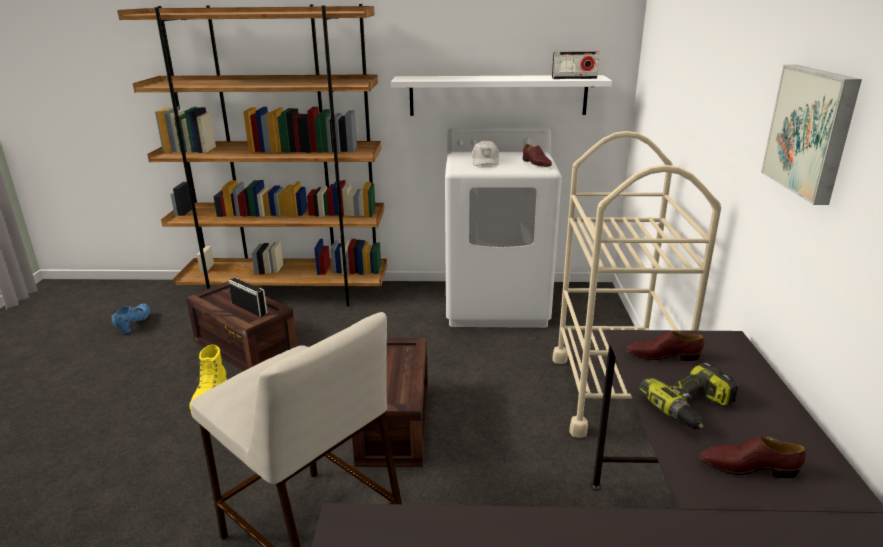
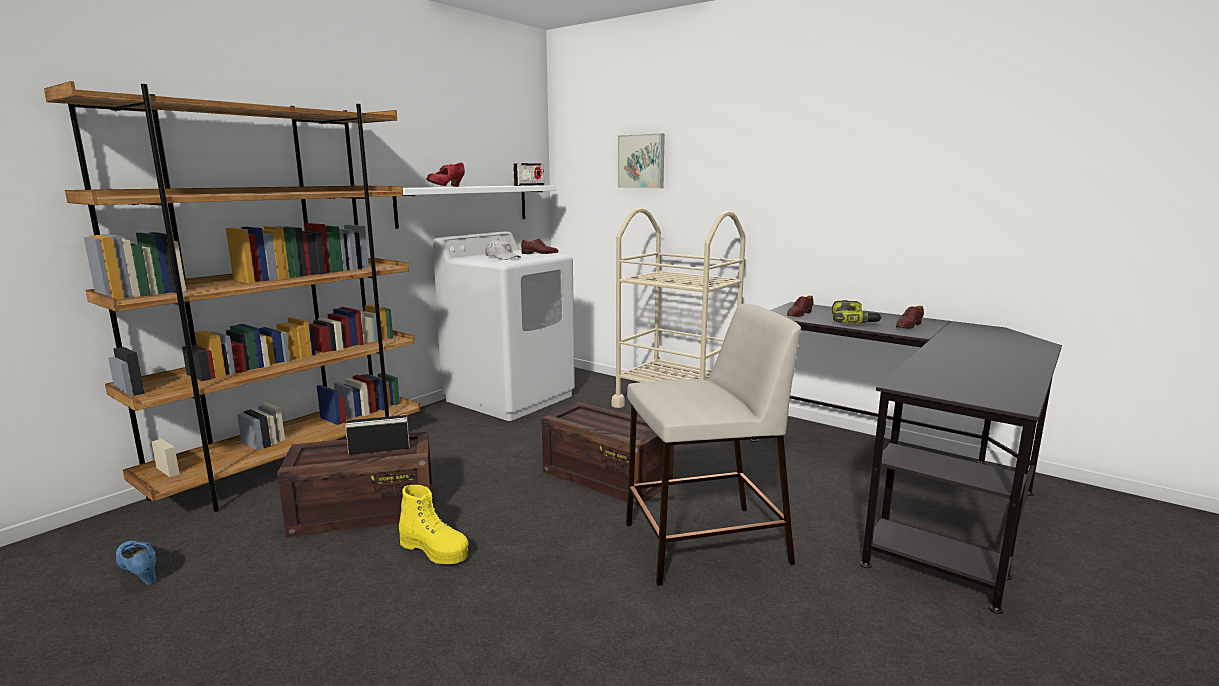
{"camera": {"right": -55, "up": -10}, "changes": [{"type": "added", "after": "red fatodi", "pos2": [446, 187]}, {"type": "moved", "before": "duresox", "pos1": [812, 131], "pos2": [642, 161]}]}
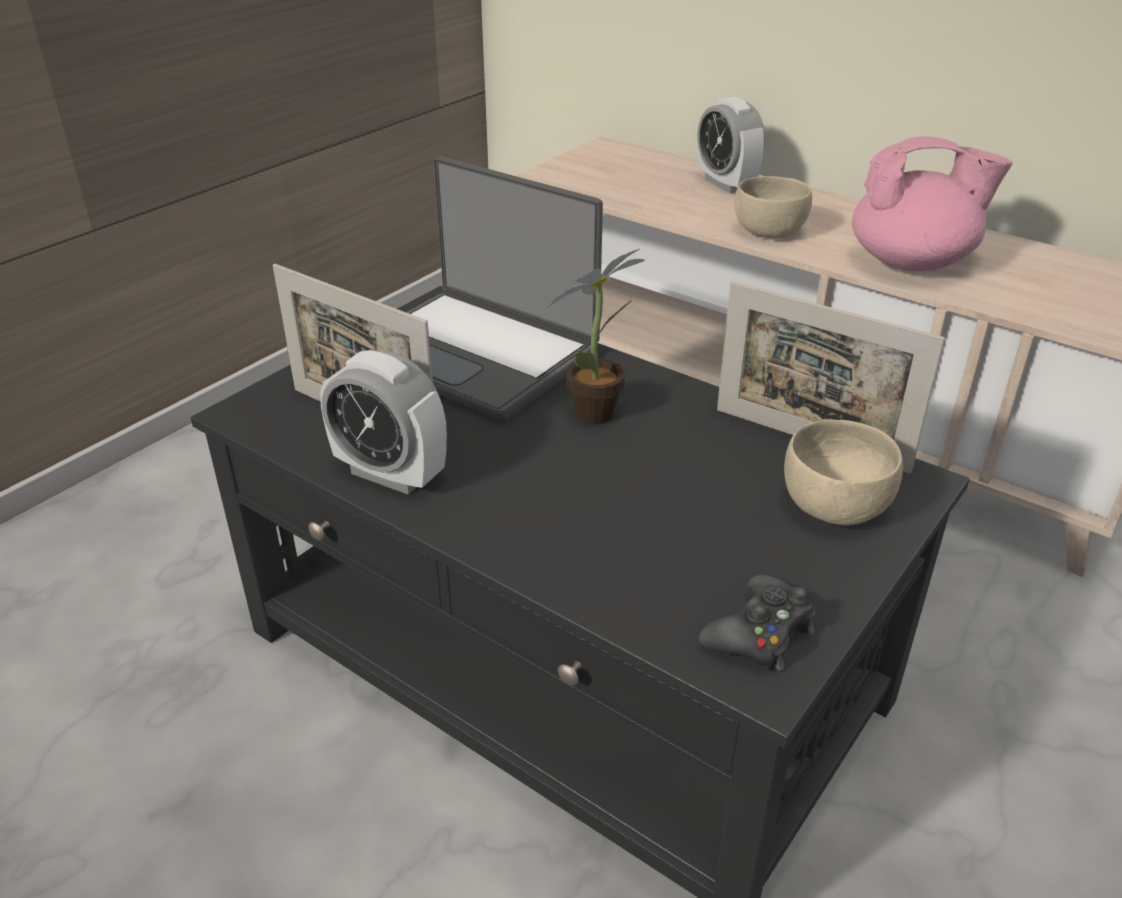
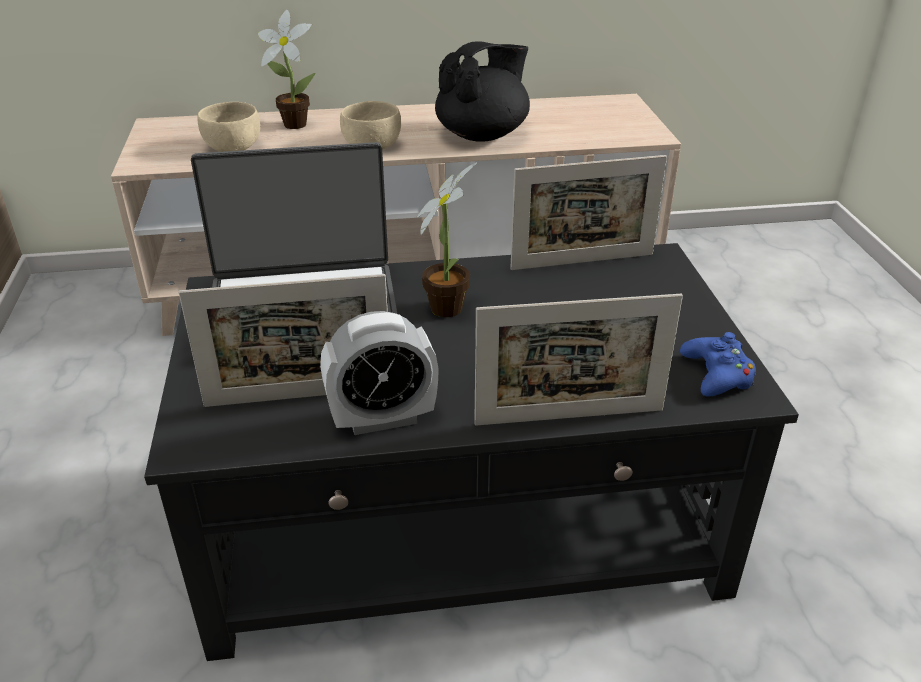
{"camera": {"right": -45, "up": 0}, "changes": [{"type": "added", "after": "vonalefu", "pos2": [569, 417]}, {"type": "moved", "before": "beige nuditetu", "pos1": [834, 506], "pos2": [233, 147]}, {"type": "replaced", "before": "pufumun", "after": "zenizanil", "pos1": [726, 184], "pos2": [292, 123]}, {"type": "recoloured", "before": "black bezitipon", "after": "blue bezitipon", "pos1": [760, 634], "pos2": [717, 374]}, {"type": "recoloured", "before": "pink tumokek", "after": "black tumokek", "pos1": [912, 263], "pos2": [483, 135]}]}
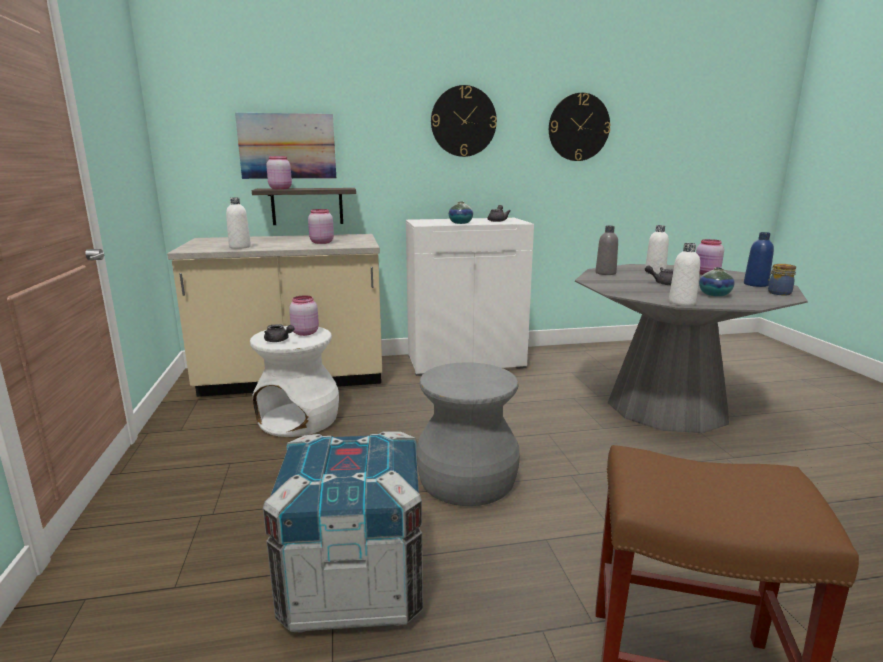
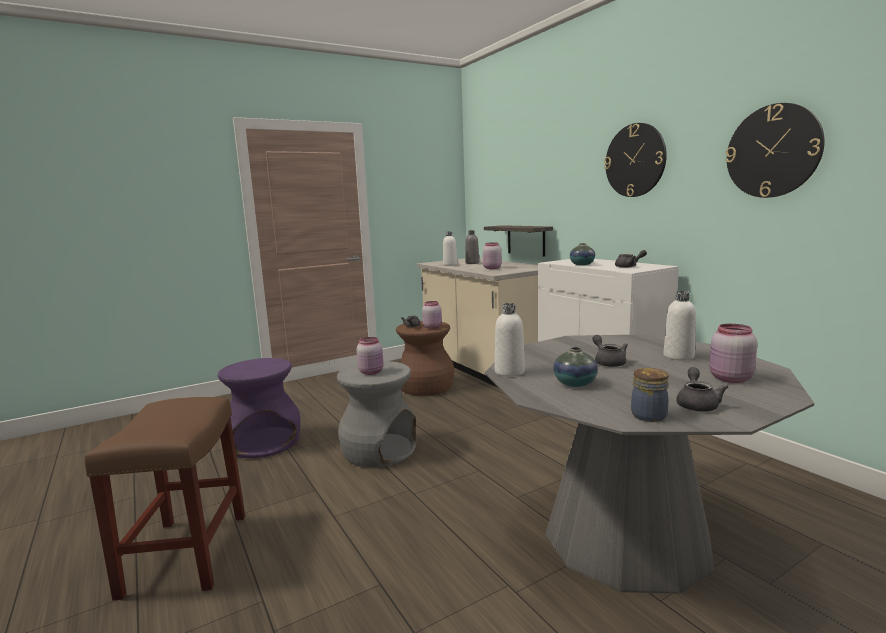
{"camera": {"right": 70, "up": -5}, "changes": [{"type": "removed", "before": "duresox", "pos1": [287, 146]}, {"type": "moved", "before": "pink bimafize", "pos1": [280, 188], "pos2": [372, 372]}, {"type": "moved", "before": "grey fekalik", "pos1": [605, 273], "pos2": [472, 263]}, {"type": "replaced", "before": "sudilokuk", "after": "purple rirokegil", "pos1": [354, 583], "pos2": [264, 442]}, {"type": "replaced", "before": "blue fekalik", "after": "grey tumokek", "pos1": [755, 284], "pos2": [697, 404]}, {"type": "recoloured", "before": "white rirokegil", "after": "brown rirokegil", "pos1": [299, 419], "pos2": [426, 387]}]}
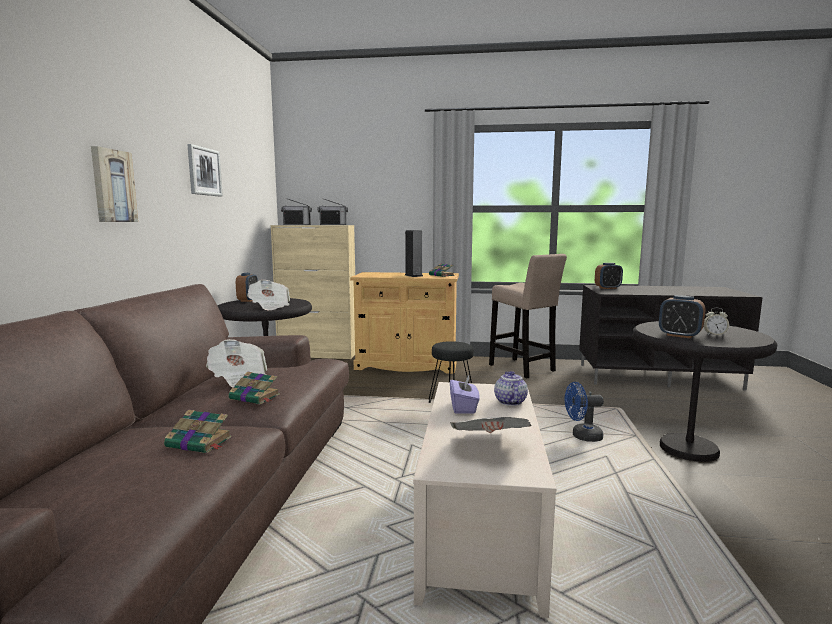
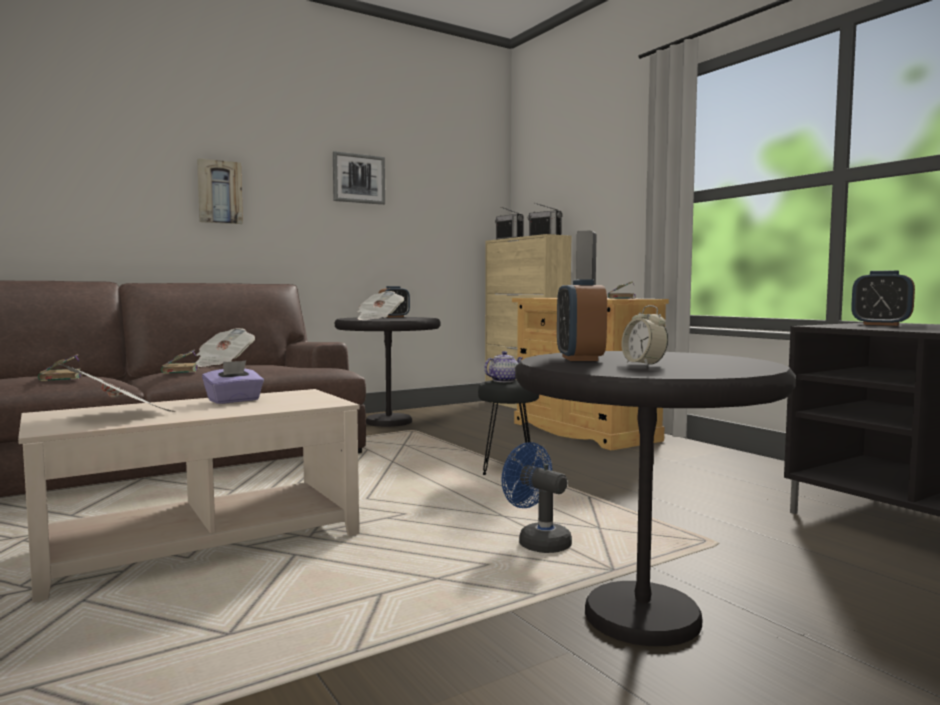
{"camera": {"right": 50, "up": -5}, "changes": [{"type": "removed", "before": "beige rirokegil", "pos1": [523, 369]}, {"type": "moved", "before": "tumokek", "pos1": [509, 401], "pos2": [504, 381]}]}
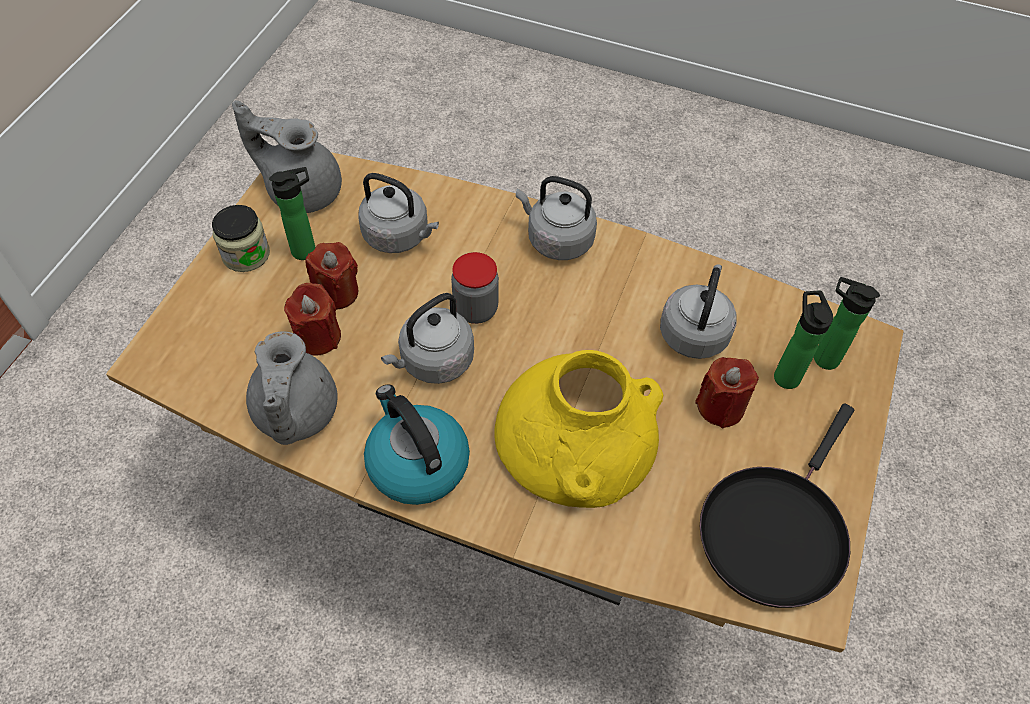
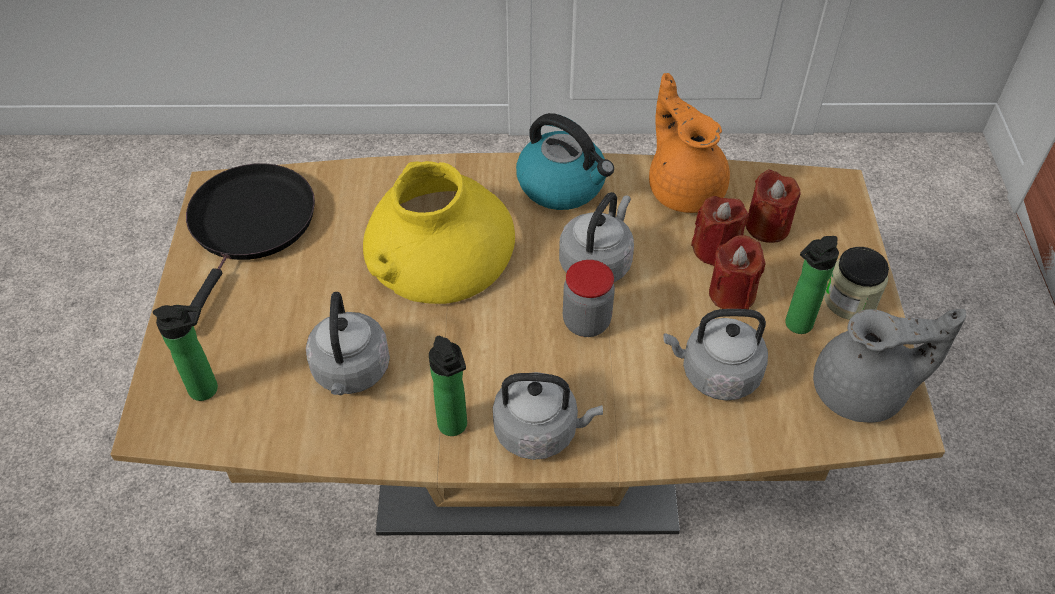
{"camera": {"right": 160, "up": -5}, "changes": [{"type": "moved", "before": "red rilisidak", "pos1": [720, 406], "pos2": [767, 226]}, {"type": "moved", "before": "fekalik", "pos1": [785, 374], "pos2": [454, 428]}, {"type": "recoloured", "before": "grey tumokek", "after": "orange tumokek", "pos1": [295, 414], "pos2": [684, 187]}]}
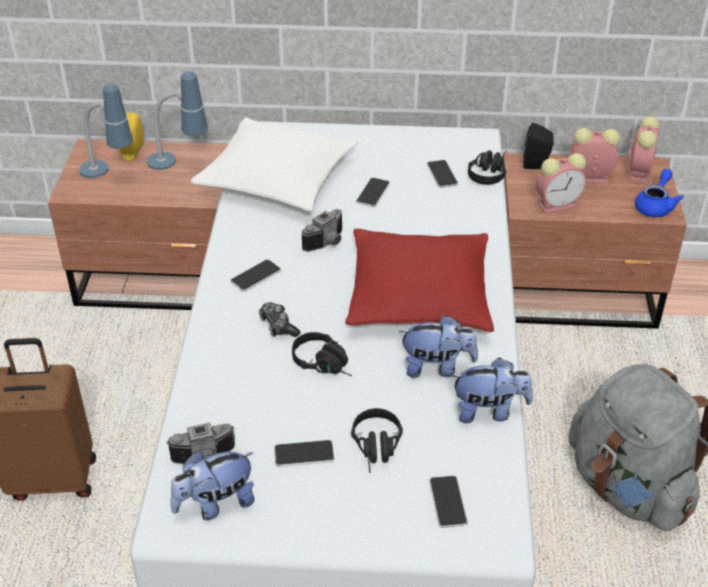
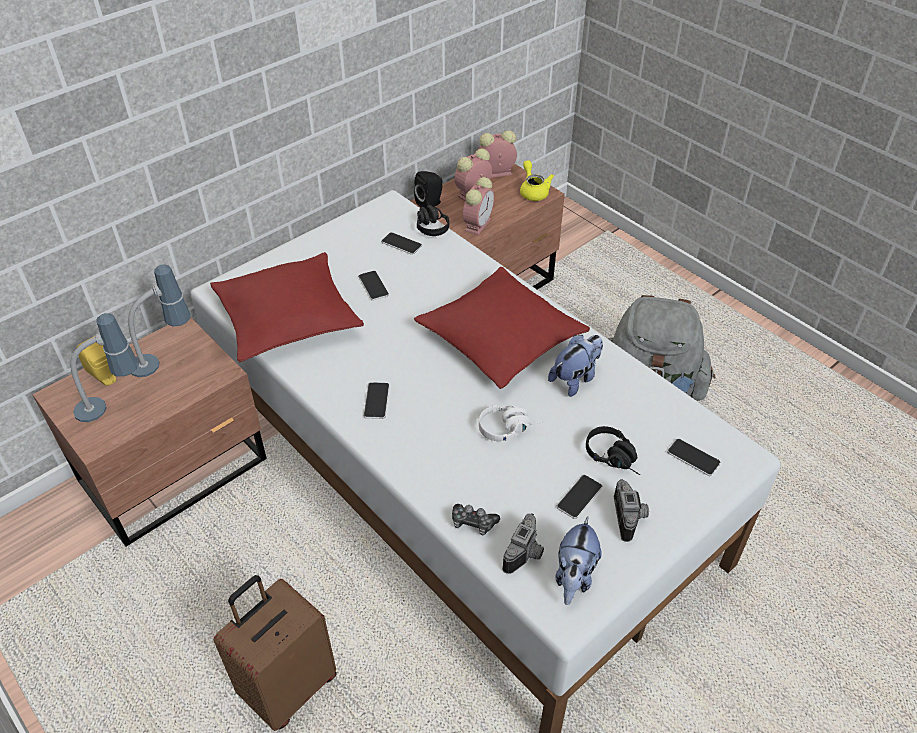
{"camera": {"right": -45, "up": 5}, "changes": [{"type": "removed", "before": "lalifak", "pos1": [489, 411]}, {"type": "moved", "before": "bezitipon", "pos1": [278, 326], "pos2": [473, 523]}, {"type": "moved", "before": "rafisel", "pos1": [328, 243], "pos2": [631, 517]}, {"type": "recoloured", "before": "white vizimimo", "after": "red vizimimo", "pos1": [277, 178], "pos2": [287, 318]}, {"type": "recoloured", "before": "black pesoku", "after": "white pesoku", "pos1": [326, 364], "pos2": [510, 428]}, {"type": "recoloured", "before": "blue tumokek", "after": "yellow tumokek", "pos1": [655, 206], "pos2": [533, 191]}, {"type": "turned", "before": "pufumun", "pos1": [639, 171], "pos2": [495, 173], "turn": -75}]}
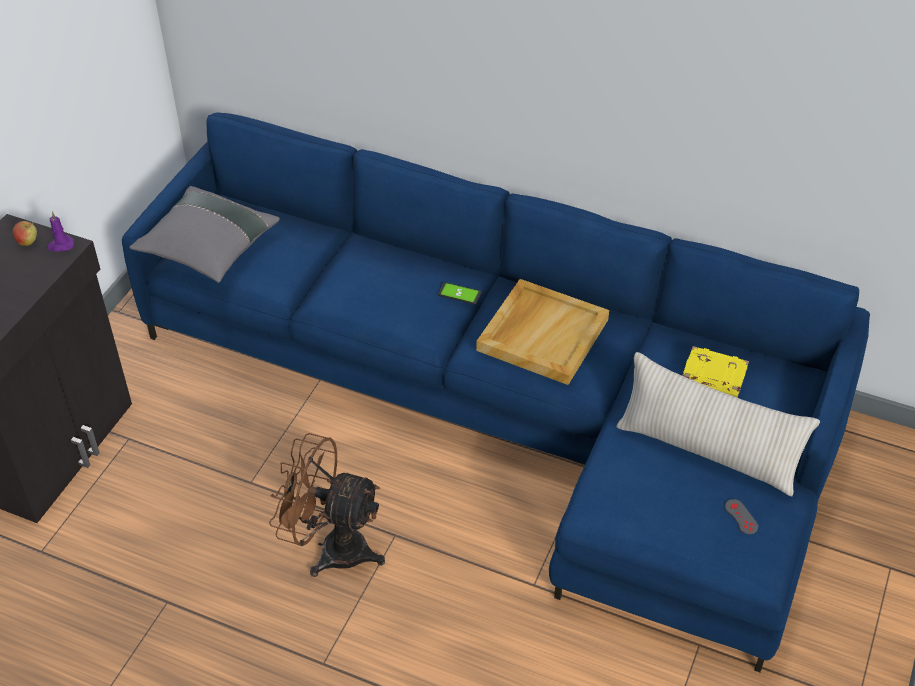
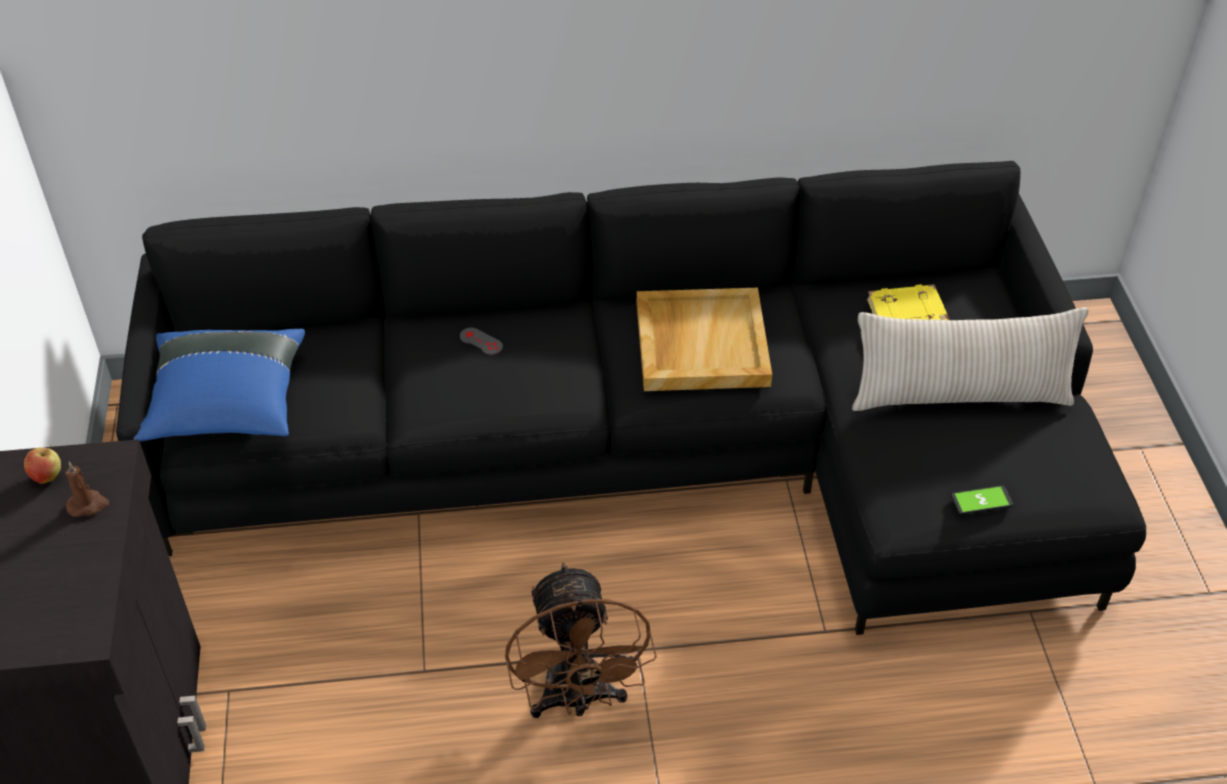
{"camera": {"right": -30, "up": 0}, "changes": [{"type": "removed", "before": "purple rilisidak", "pos1": [60, 245]}, {"type": "added", "after": "brown rilisidak", "pos2": [88, 505]}, {"type": "moved", "before": "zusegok", "pos1": [459, 294], "pos2": [981, 501]}, {"type": "moved", "before": "grey bezitipon", "pos1": [741, 517], "pos2": [481, 341]}, {"type": "recoloured", "before": "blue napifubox", "after": "black napifubox", "pos1": [508, 408], "pos2": [657, 453]}, {"type": "recoloured", "before": "grey vizimimo", "after": "blue vizimimo", "pos1": [208, 249], "pos2": [227, 405]}, {"type": "turned", "before": "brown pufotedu", "pos1": [332, 548], "pos2": [577, 700], "turn": -90}]}
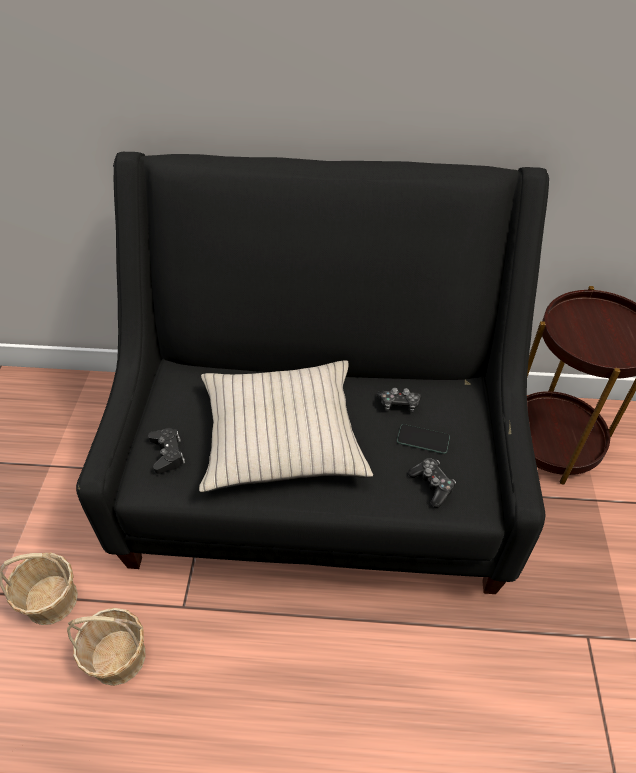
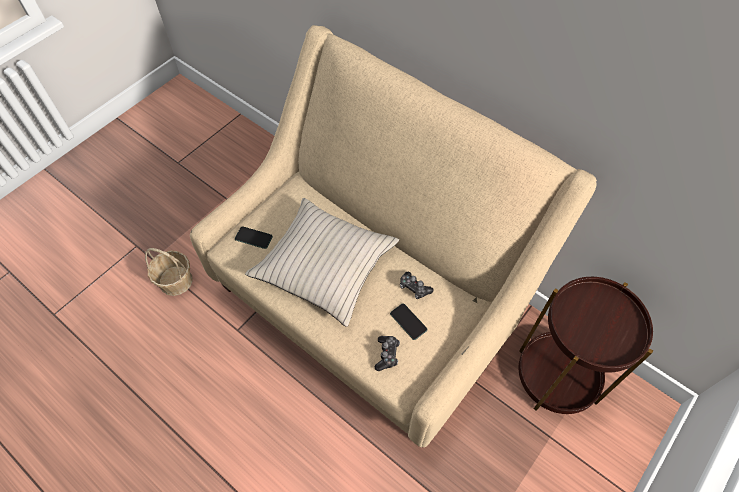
{"camera": {"right": 35, "up": 10}, "changes": [{"type": "removed", "before": "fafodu", "pos1": [118, 657]}, {"type": "replaced", "before": "black bezitipon", "after": "zusegok", "pos1": [167, 453], "pos2": [253, 238]}, {"type": "recoloured", "before": "black napifubox", "after": "beige napifubox", "pos1": [318, 480], "pos2": [370, 302]}]}
